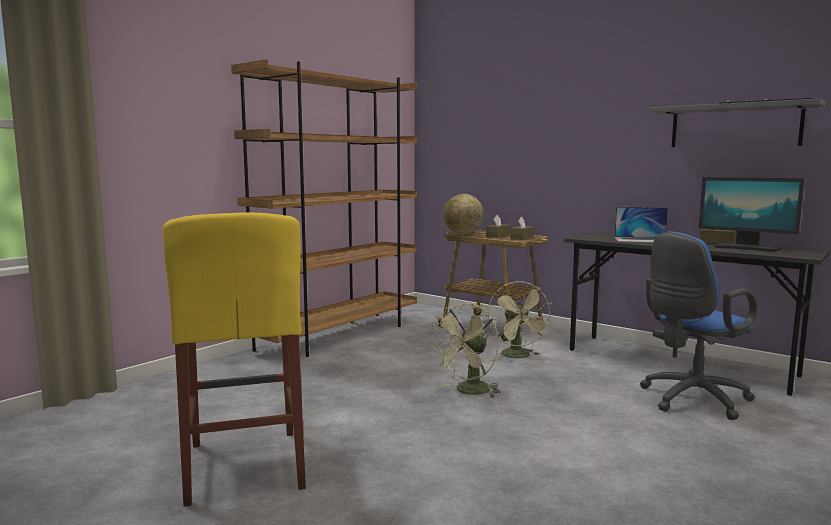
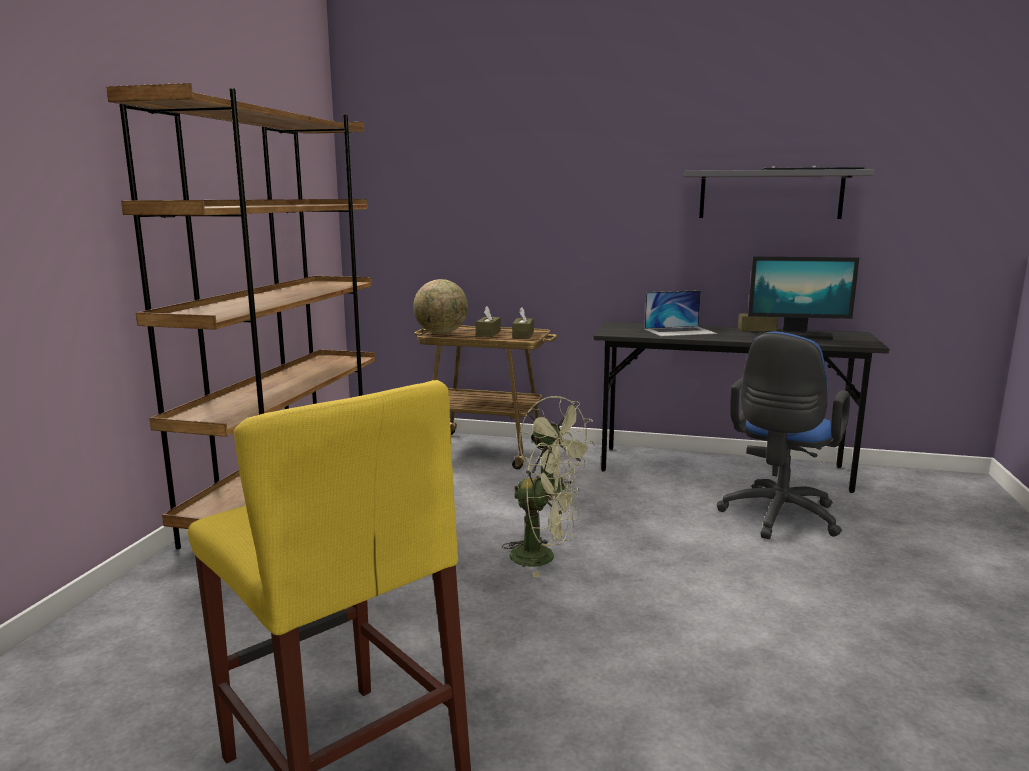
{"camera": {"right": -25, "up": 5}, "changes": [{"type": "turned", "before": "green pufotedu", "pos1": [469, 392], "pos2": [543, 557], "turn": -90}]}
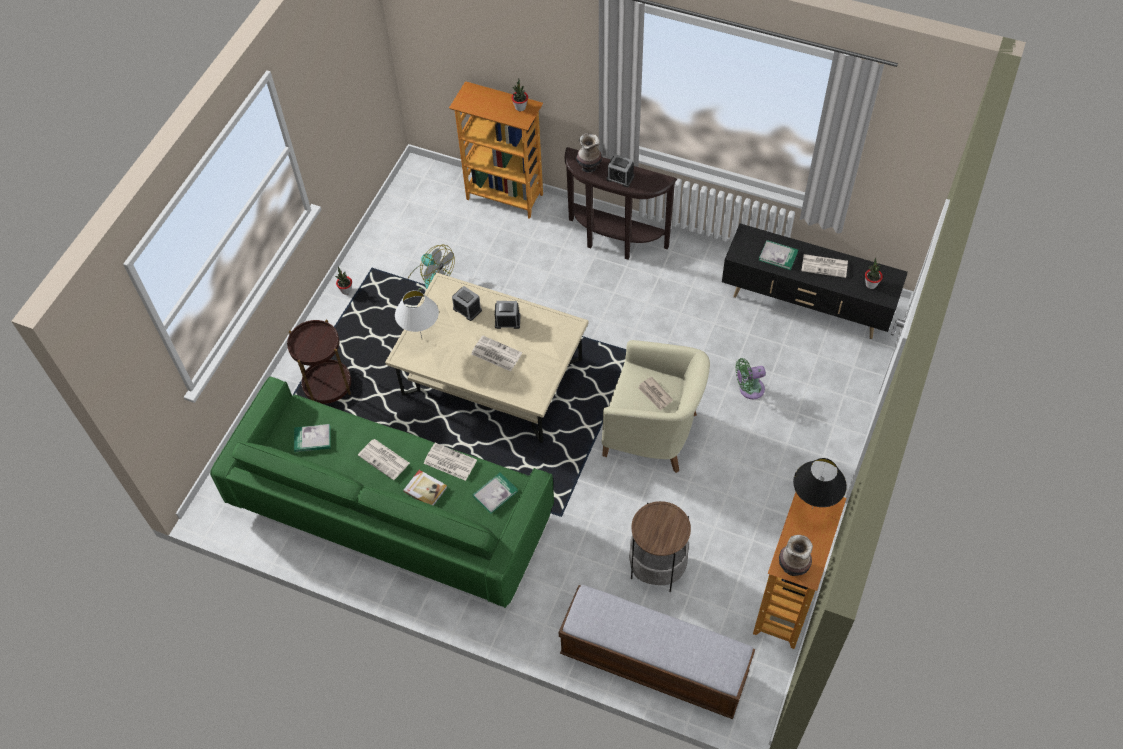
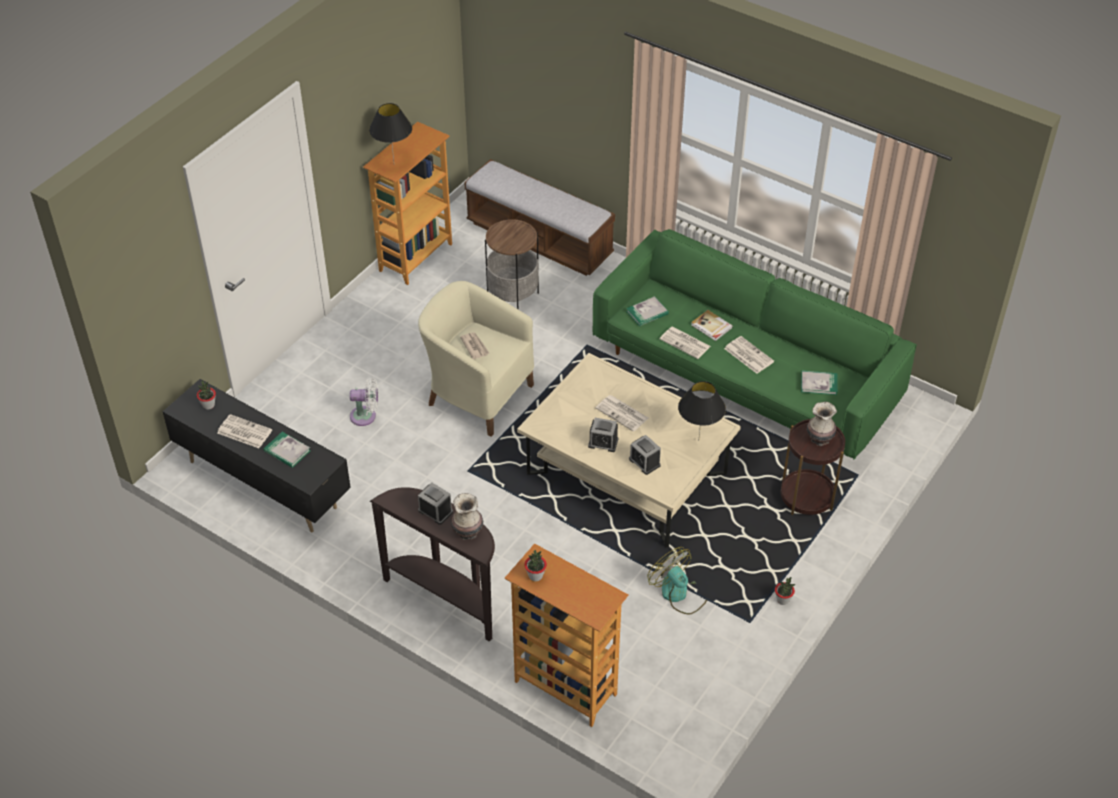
{"camera": {"right": -170, "up": -10}, "changes": [{"type": "moved", "before": "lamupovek", "pos1": [792, 566], "pos2": [820, 439]}, {"type": "recoloured", "before": "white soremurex", "after": "black soremurex", "pos1": [421, 339], "pos2": [699, 440]}, {"type": "recoloured", "before": "green pufotedu", "after": "white pufotedu", "pos1": [749, 389], "pos2": [366, 416]}]}
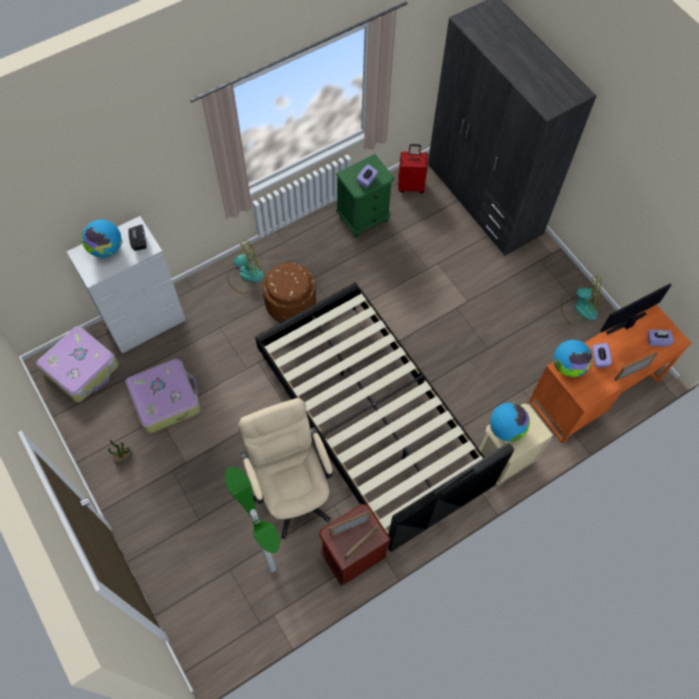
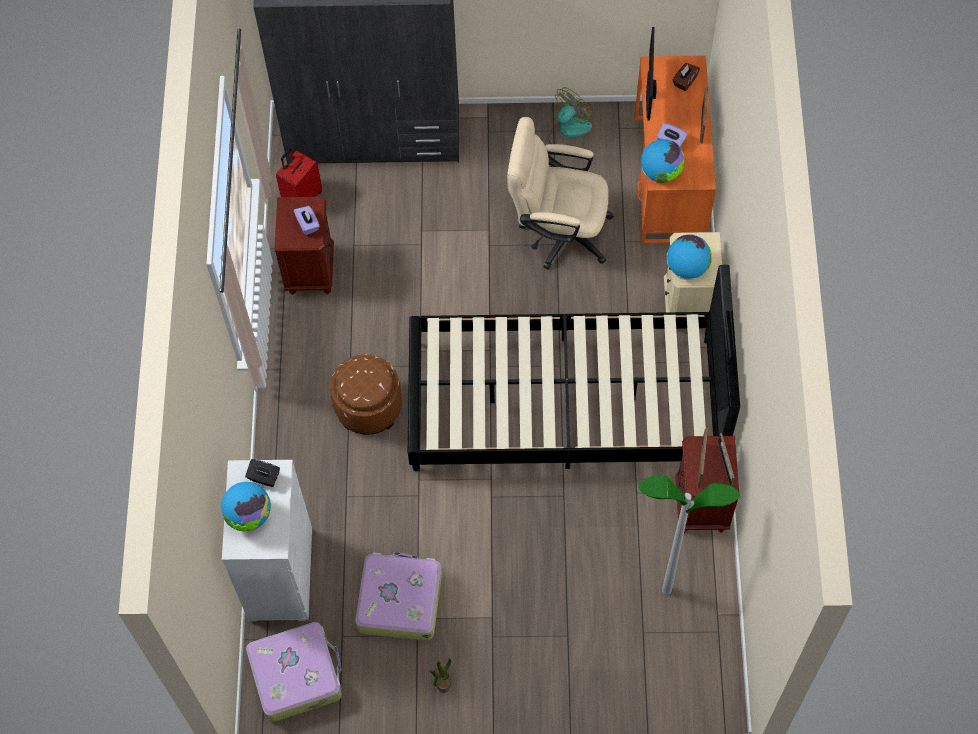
{"camera": {"right": -55, "up": 0}, "changes": [{"type": "removed", "before": "pufotedu", "pos1": [245, 275]}, {"type": "moved", "before": "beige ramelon", "pos1": [291, 488], "pos2": [557, 231]}, {"type": "recoloured", "before": "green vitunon", "after": "brown vitunon", "pos1": [364, 219], "pos2": [310, 270]}, {"type": "recoloured", "before": "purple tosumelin", "after": "brown tosumelin", "pos1": [657, 341], "pos2": [684, 81]}]}
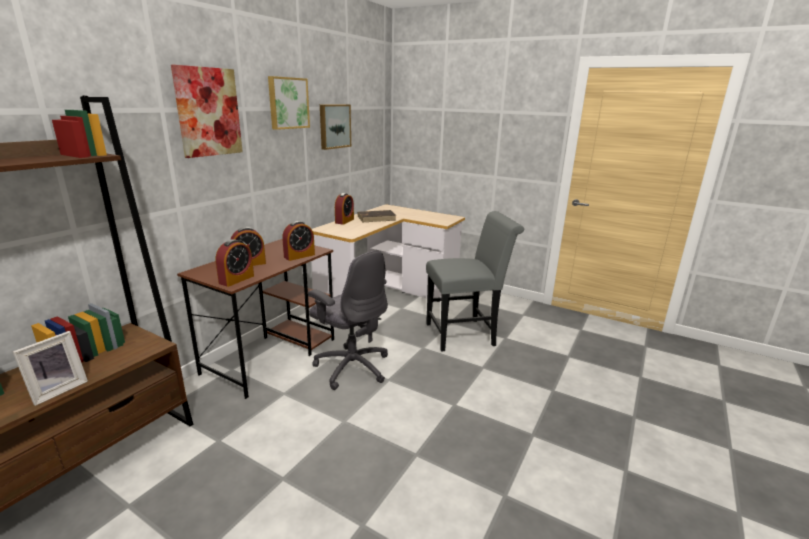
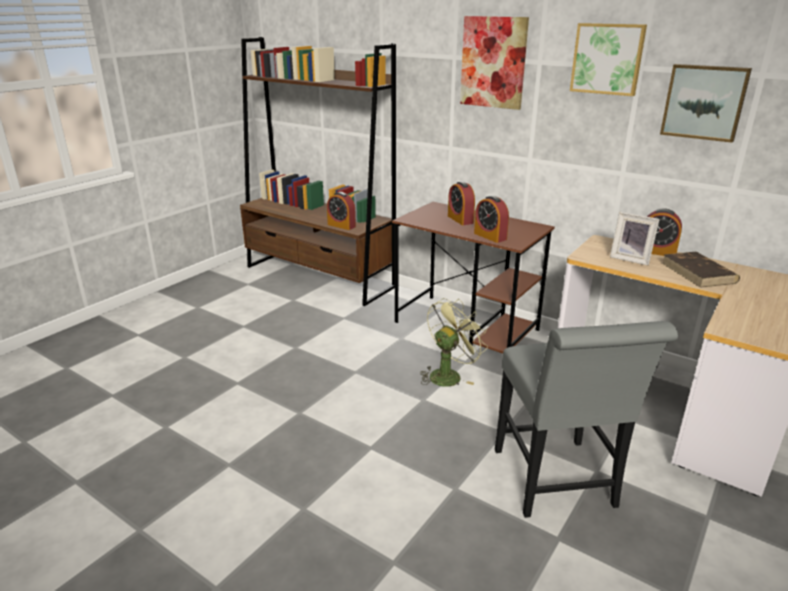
{"camera": {"right": 95, "up": 5}, "changes": [{"type": "moved", "before": "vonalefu", "pos1": [57, 390], "pos2": [630, 259]}, {"type": "moved", "before": "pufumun", "pos1": [236, 279], "pos2": [341, 225]}, {"type": "replaced", "before": "grey ramelon", "after": "green pufotedu", "pos1": [352, 367], "pos2": [448, 374]}]}
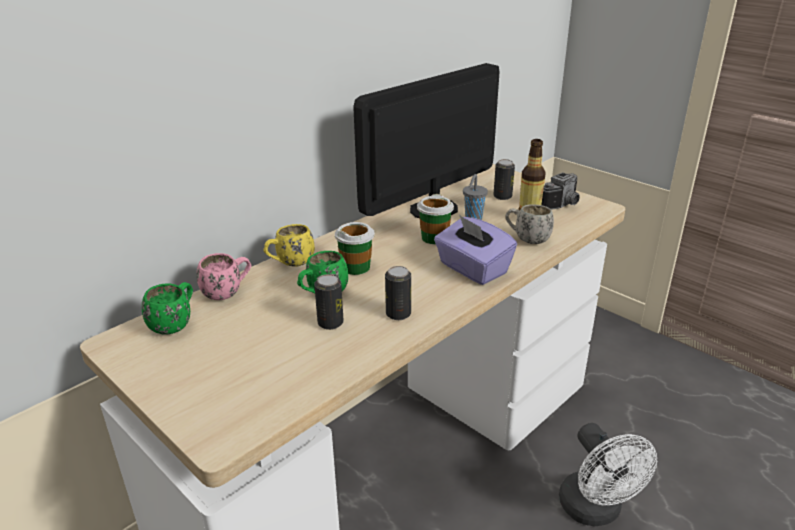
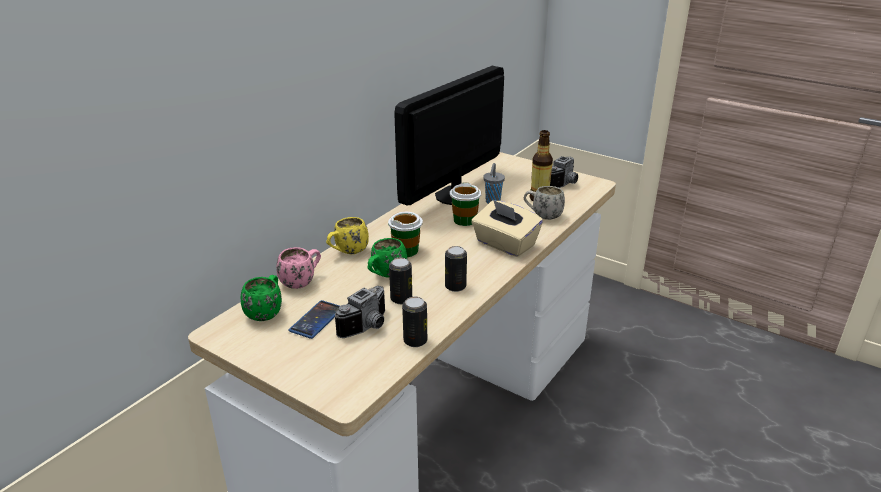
{"camera": {"right": -10, "up": 0}, "changes": [{"type": "removed", "before": "white pufotedu", "pos1": [595, 511]}, {"type": "added", "after": "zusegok", "pos2": [316, 320]}, {"type": "added", "after": "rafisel", "pos2": [368, 327]}, {"type": "moved", "before": "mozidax", "pos1": [502, 196], "pos2": [415, 341]}, {"type": "recoloured", "before": "purple tosumelin", "after": "beige tosumelin", "pos1": [472, 269], "pos2": [505, 244]}]}
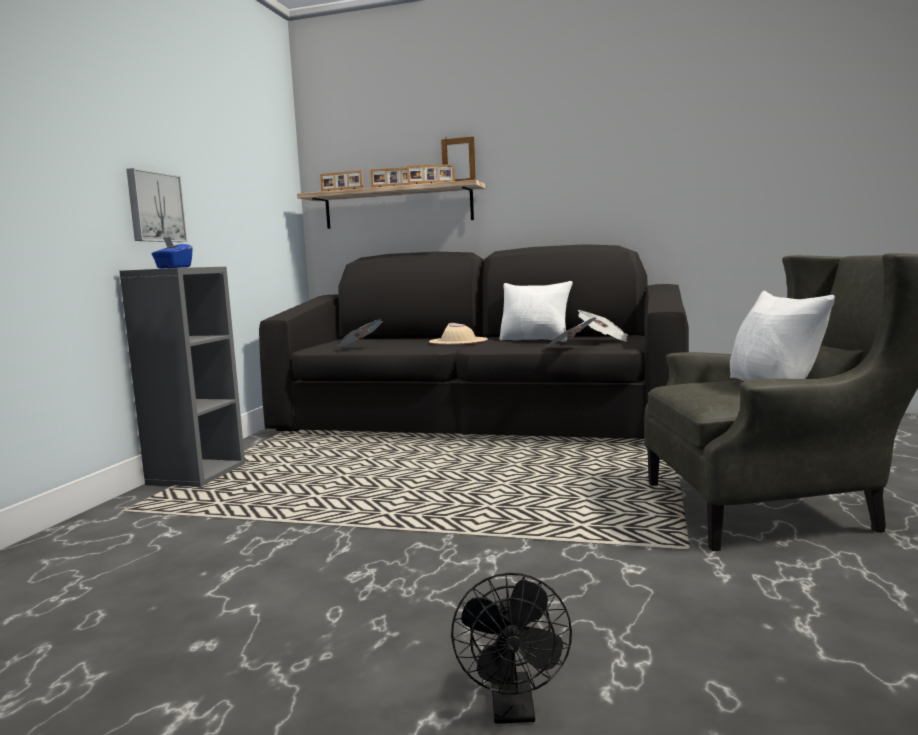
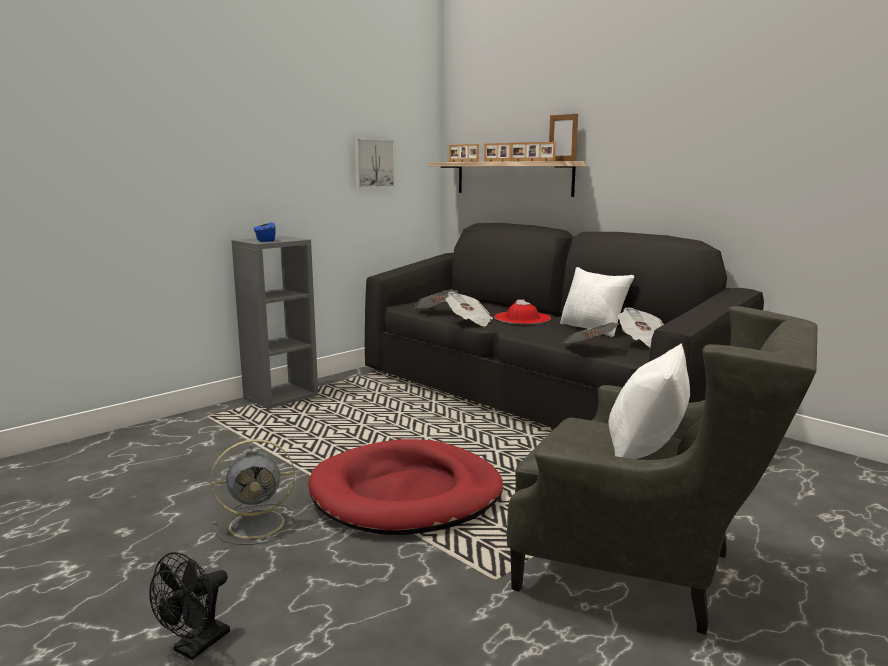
{"camera": {"right": 30, "up": 5}, "changes": [{"type": "added", "after": "grey pufotedu", "pos2": [259, 524]}, {"type": "added", "after": "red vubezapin", "pos2": [407, 494]}, {"type": "added", "after": "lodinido", "pos2": [469, 322]}, {"type": "moved", "before": "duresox", "pos1": [155, 207], "pos2": [373, 163]}, {"type": "recoloured", "before": "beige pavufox", "after": "red pavufox", "pos1": [458, 341], "pos2": [522, 318]}]}
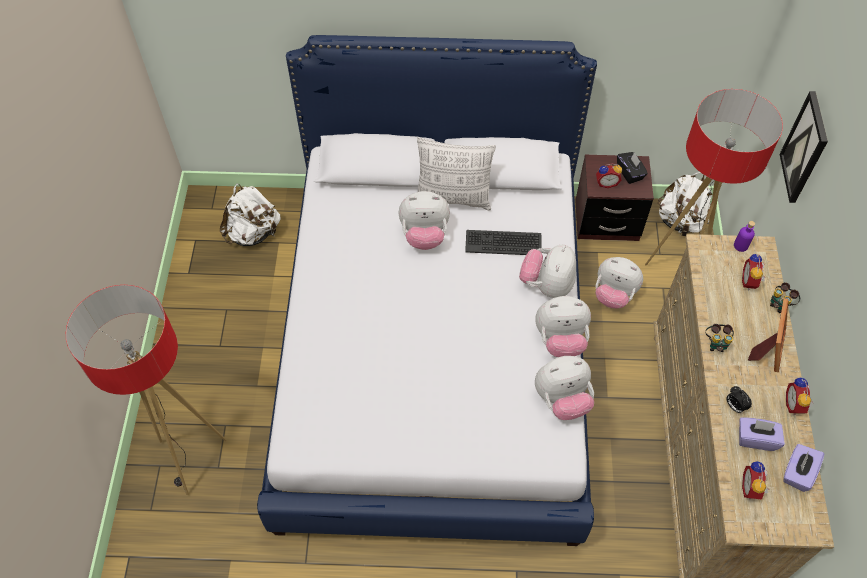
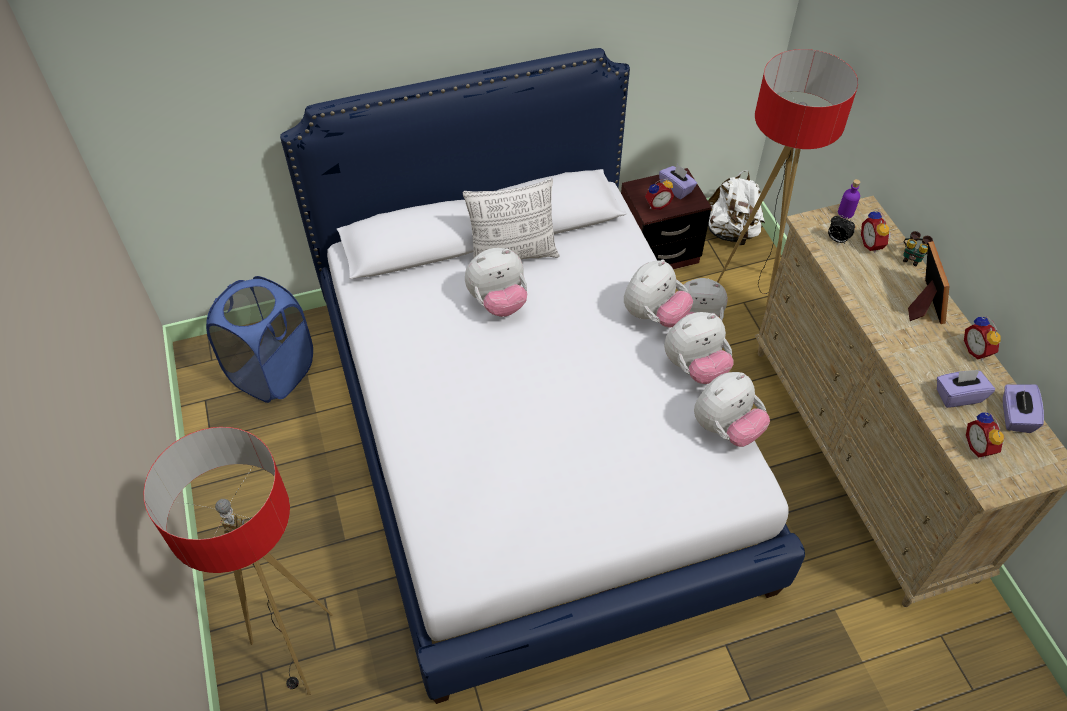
{"camera": {"right": -20, "up": -5}, "changes": [{"type": "removed", "before": "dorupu", "pos1": [503, 242]}, {"type": "removed", "before": "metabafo", "pos1": [716, 343]}, {"type": "removed", "before": "duresox", "pos1": [805, 148]}, {"type": "moved", "before": "pufumun", "pos1": [734, 406], "pos2": [837, 240]}, {"type": "replaced", "before": "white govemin", "after": "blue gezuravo", "pos1": [253, 233], "pos2": [273, 372]}, {"type": "recoloured", "before": "black tosumelin", "after": "purple tosumelin", "pos1": [630, 173], "pos2": [676, 189]}, {"type": "turned", "before": "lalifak", "pos1": [547, 284], "pos2": [654, 315], "turn": -135}]}
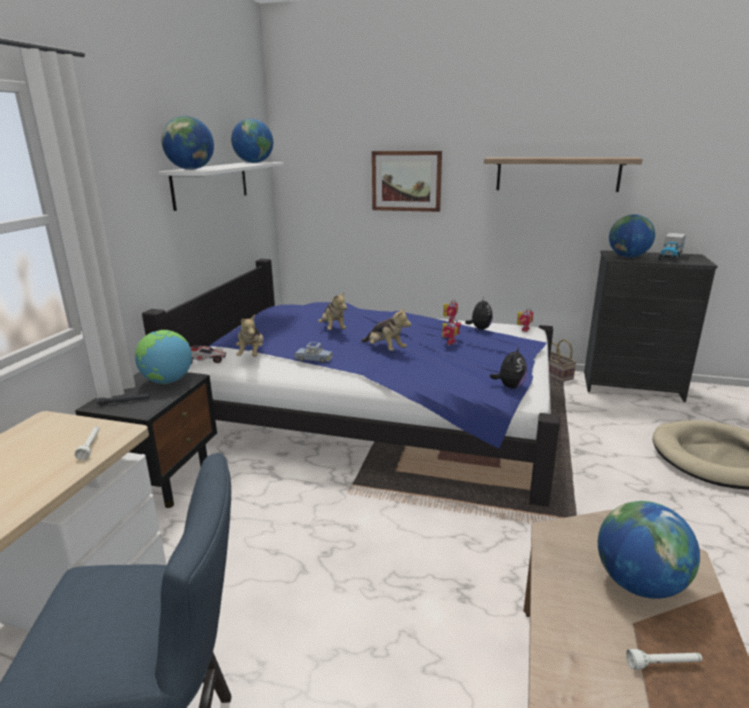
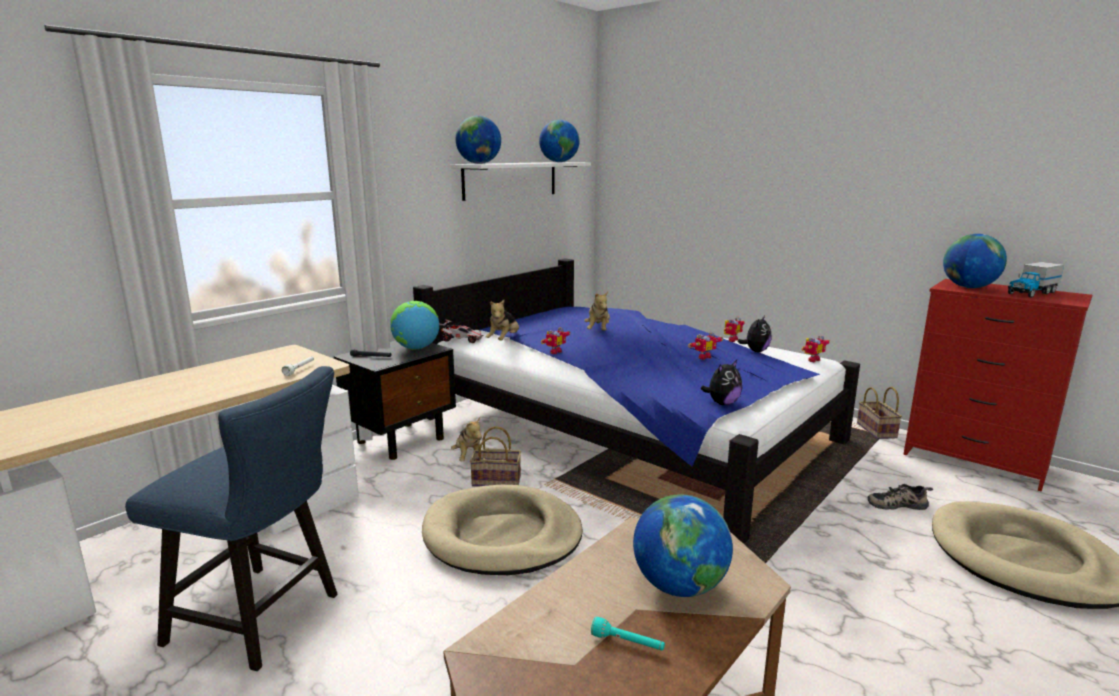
{"camera": {"right": 25, "up": -5}, "changes": [{"type": "removed", "before": "duresox", "pos1": [406, 181]}, {"type": "removed", "before": "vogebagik", "pos1": [557, 174]}, {"type": "added", "after": "beige vubezapin", "pos2": [502, 535]}, {"type": "added", "after": "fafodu", "pos2": [498, 480]}, {"type": "added", "after": "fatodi", "pos2": [897, 504]}, {"type": "moved", "before": "lalifak", "pos1": [385, 349], "pos2": [468, 457]}, {"type": "replaced", "before": "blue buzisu", "after": "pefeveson", "pos1": [314, 359], "pos2": [554, 351]}, {"type": "recoloured", "before": "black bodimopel", "after": "red bodimopel", "pos1": [632, 386], "pos2": [974, 460]}, {"type": "recoloured", "before": "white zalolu", "after": "turquoise zalolu", "pos1": [663, 664], "pos2": [627, 643]}]}
